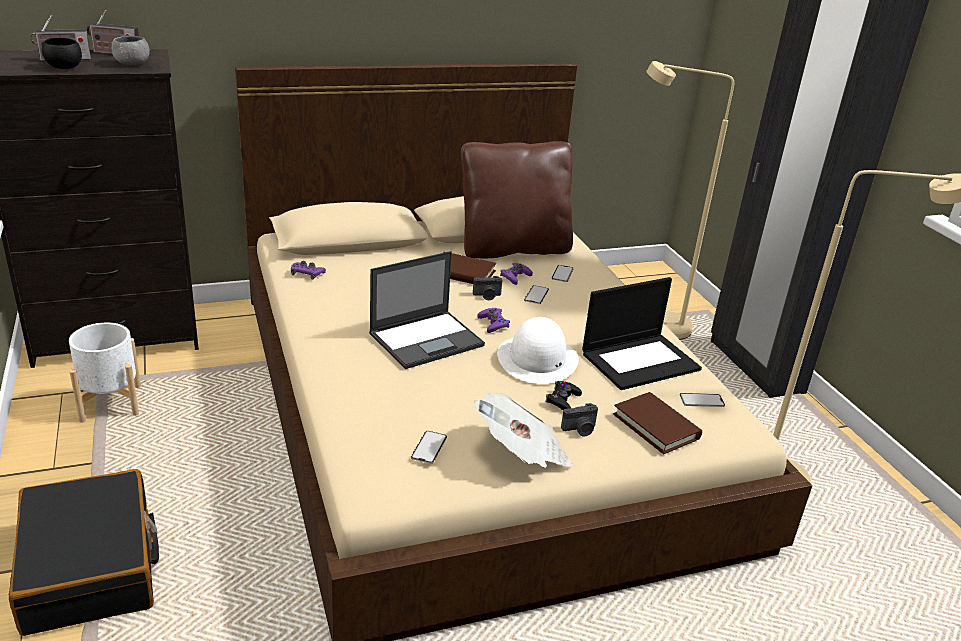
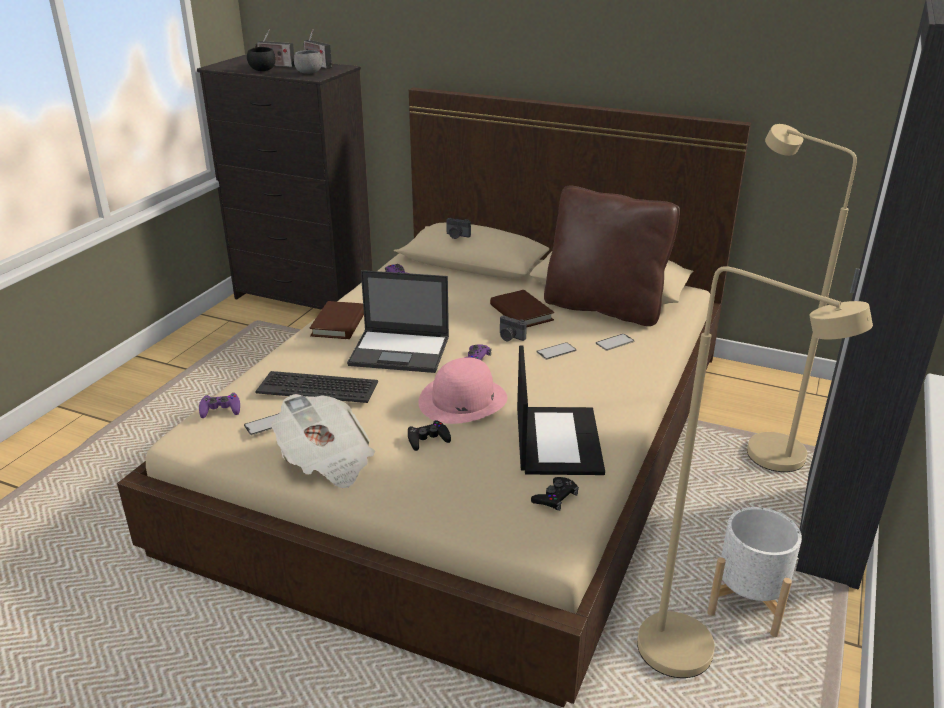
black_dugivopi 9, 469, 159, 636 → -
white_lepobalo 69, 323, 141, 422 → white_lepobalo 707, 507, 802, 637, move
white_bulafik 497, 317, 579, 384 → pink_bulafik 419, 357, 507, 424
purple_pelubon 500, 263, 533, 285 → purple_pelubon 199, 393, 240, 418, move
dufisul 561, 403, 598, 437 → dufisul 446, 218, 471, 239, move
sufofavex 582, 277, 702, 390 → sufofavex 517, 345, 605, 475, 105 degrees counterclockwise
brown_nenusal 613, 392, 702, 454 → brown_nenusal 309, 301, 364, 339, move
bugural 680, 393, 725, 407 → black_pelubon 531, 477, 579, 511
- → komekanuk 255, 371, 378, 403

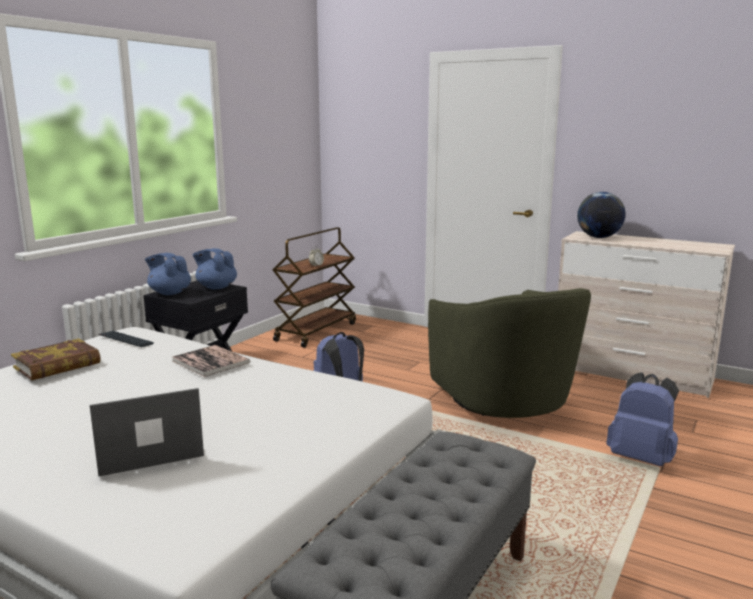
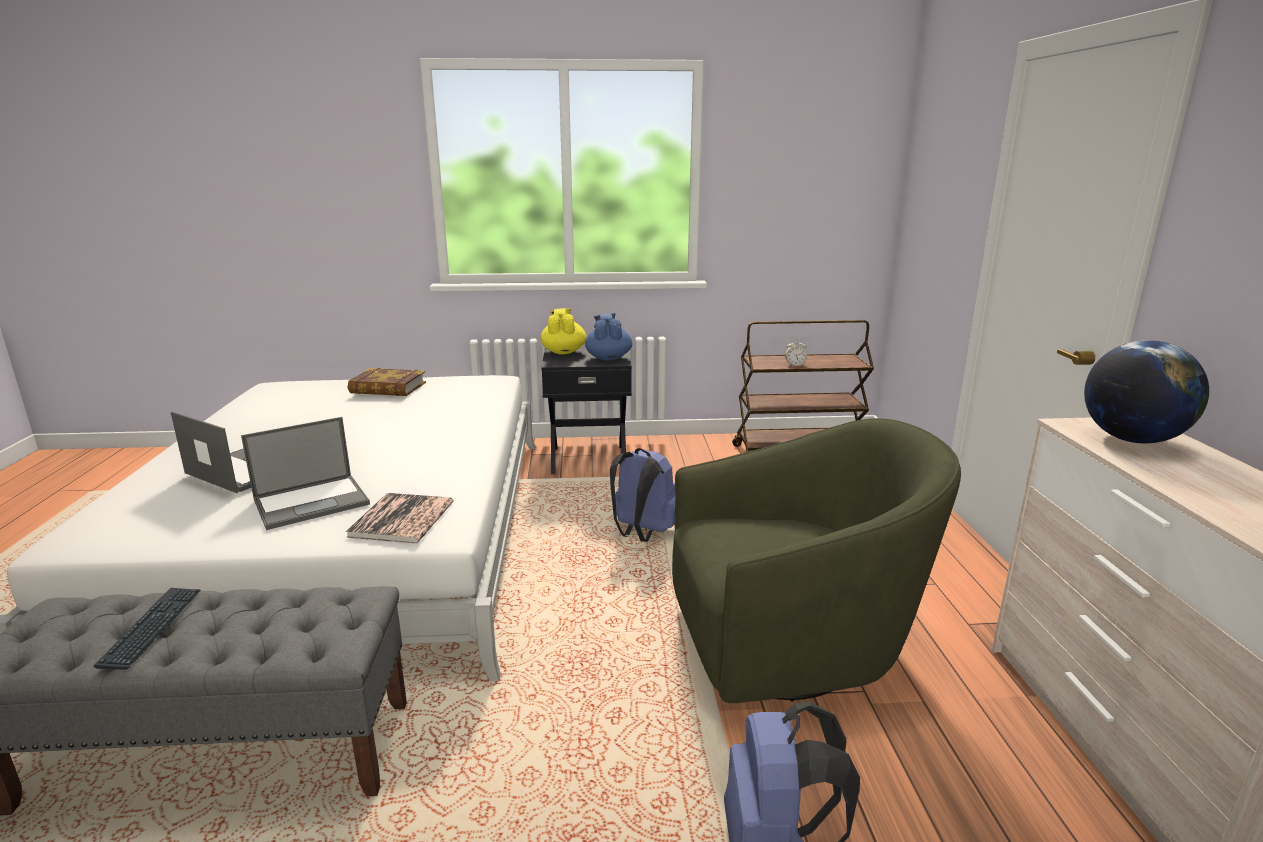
komekanuk 99, 331, 154, 347 → komekanuk 94, 588, 201, 670, move
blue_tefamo 145, 253, 191, 295 → yellow_tefamo 540, 308, 586, 354
nenusal 173, 345, 250, 377 → nenusal 345, 493, 454, 544, move
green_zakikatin 428, 288, 591, 418 → green_zakikatin 672, 418, 961, 703, 135 degrees counterclockwise
- → sufofavex 241, 417, 370, 530

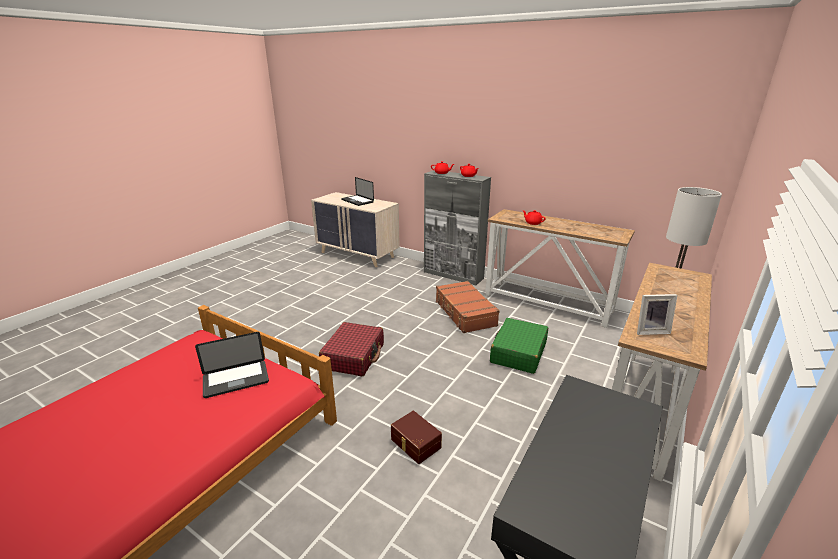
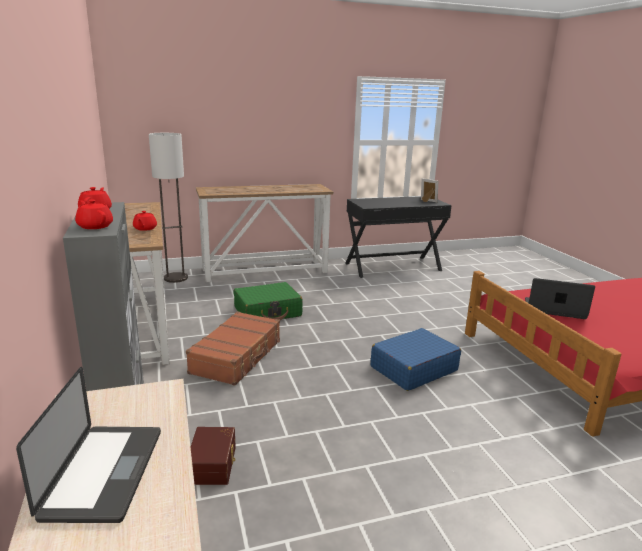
red_dugivopi 319, 322, 384, 376 → blue_dugivopi 371, 328, 461, 391
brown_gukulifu 391, 411, 442, 464 → brown_gukulifu 191, 427, 236, 485, move
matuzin 637, 294, 677, 335 → matuzin 421, 178, 438, 202, move

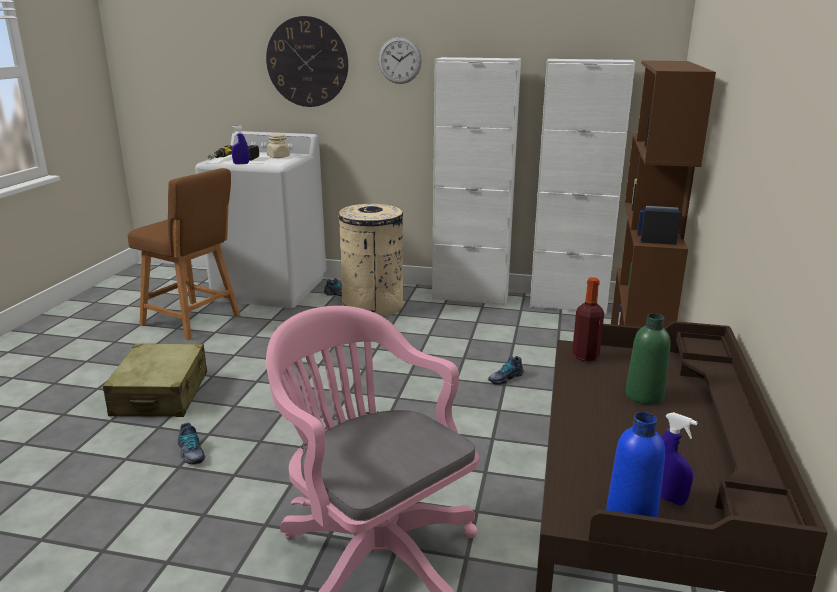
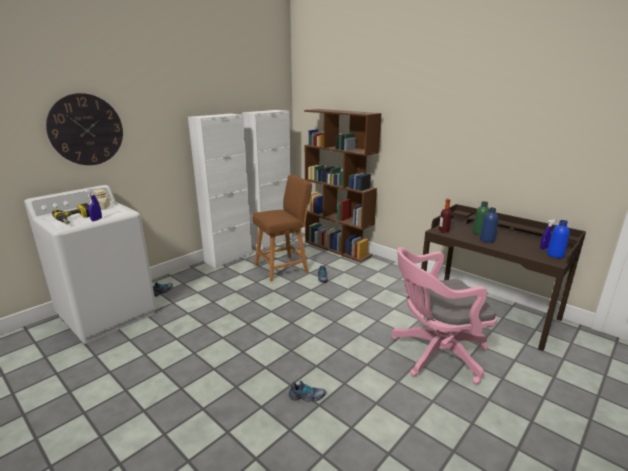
beige_dugivopi 103, 344, 207, 417 → -
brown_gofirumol 128, 168, 240, 340 → brown_gofirumol 252, 175, 312, 282, move
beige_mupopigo 338, 204, 403, 317 → -
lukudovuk 378, 37, 422, 84 → -
- → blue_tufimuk 480, 207, 498, 243

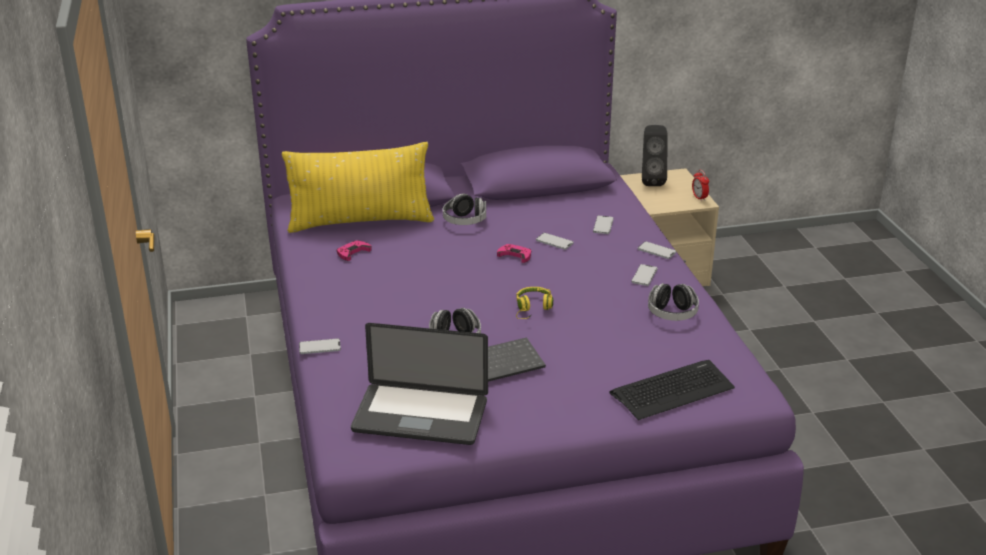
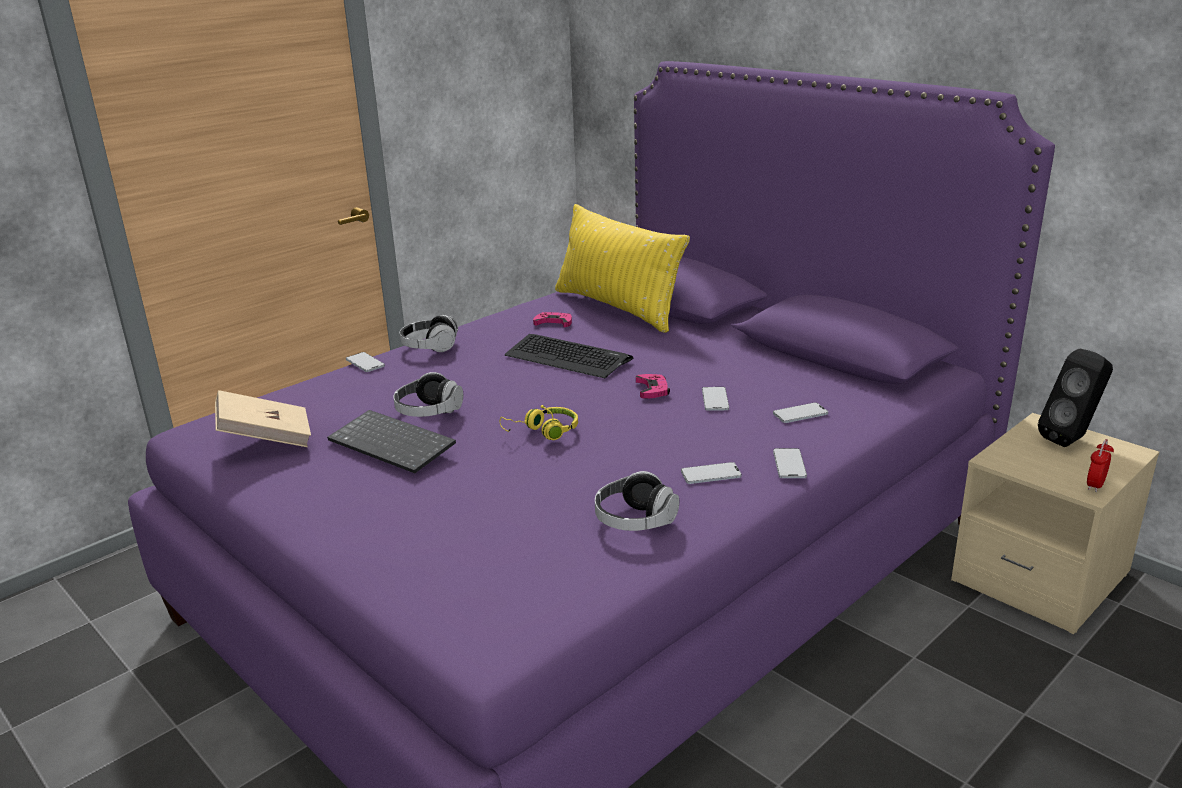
sufofavex 351, 323, 488, 445 → beige_nenusal 215, 390, 311, 447
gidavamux 443, 194, 486, 225 → gidavamux 400, 315, 458, 352, move
komekanuk 610, 360, 735, 420 → komekanuk 504, 334, 633, 379, move

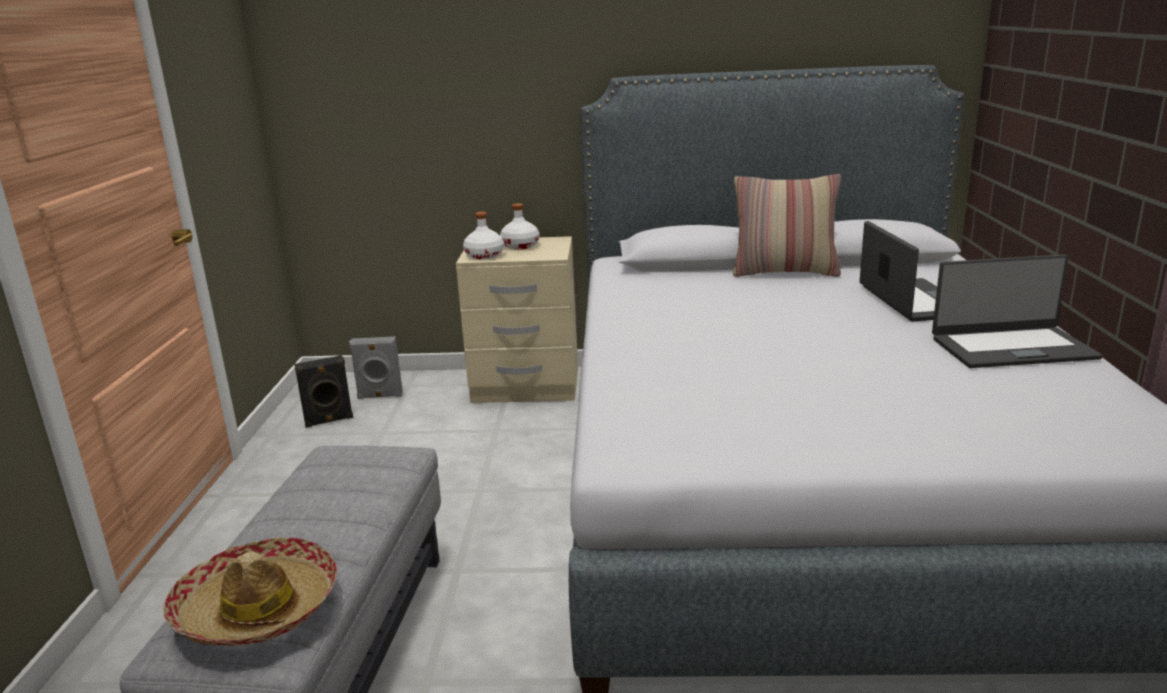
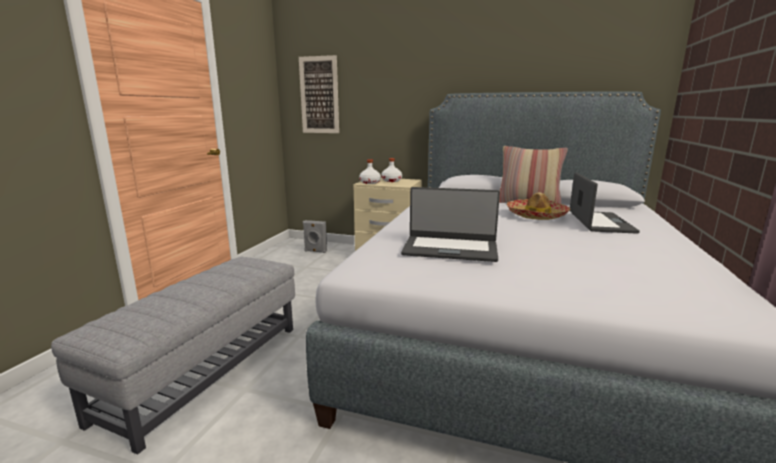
bulafik 163, 537, 337, 646 → bulafik 507, 192, 570, 220, move
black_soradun 294, 355, 353, 428 → -
sufofavex 932, 254, 1103, 368 → sufofavex 401, 187, 500, 262, move
- → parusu 299, 55, 339, 133

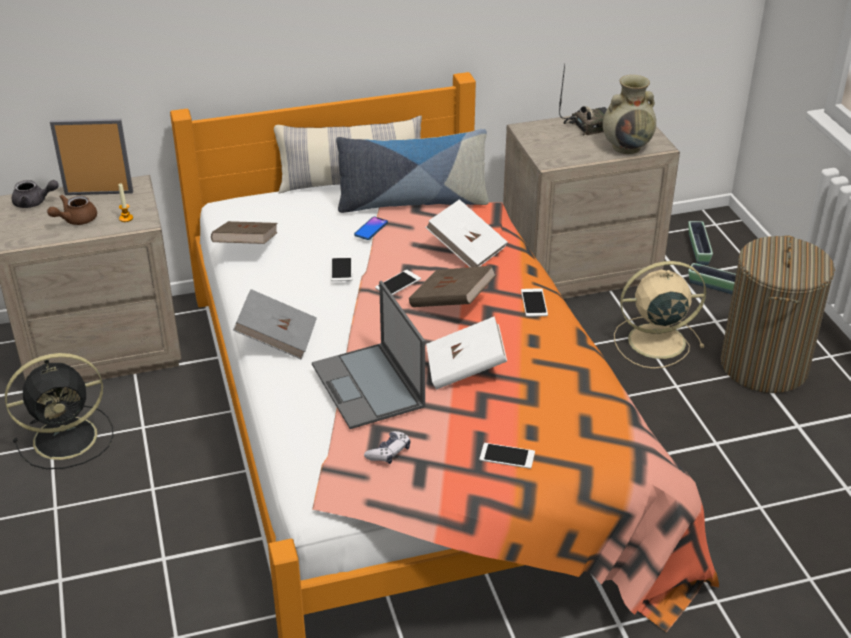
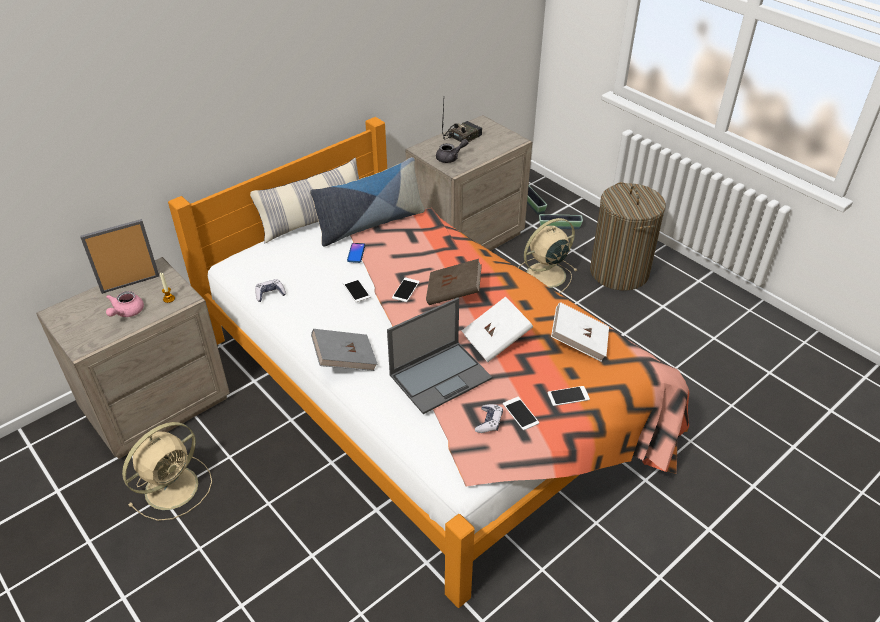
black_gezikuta 5, 353, 113, 469 → beige_gezikuta 122, 422, 212, 521
grey_tefamo 12, 180, 59, 208 → grey_tefamo 436, 139, 468, 163, move
brown_tefamo 47, 195, 97, 225 → pink_tefamo 106, 291, 144, 317
brown_nenusal 211, 221, 277, 244 → pelubon 255, 279, 286, 302
sufofavex 312, 281, 425, 429 → sufofavex 387, 297, 492, 414, 75 degrees counterclockwise
white_nenusal 425, 199, 508, 267 → white_nenusal 551, 302, 609, 362, move
bugural 521, 288, 548, 317 → bugural 503, 397, 539, 430, move
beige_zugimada 603, 75, 656, 154 → -

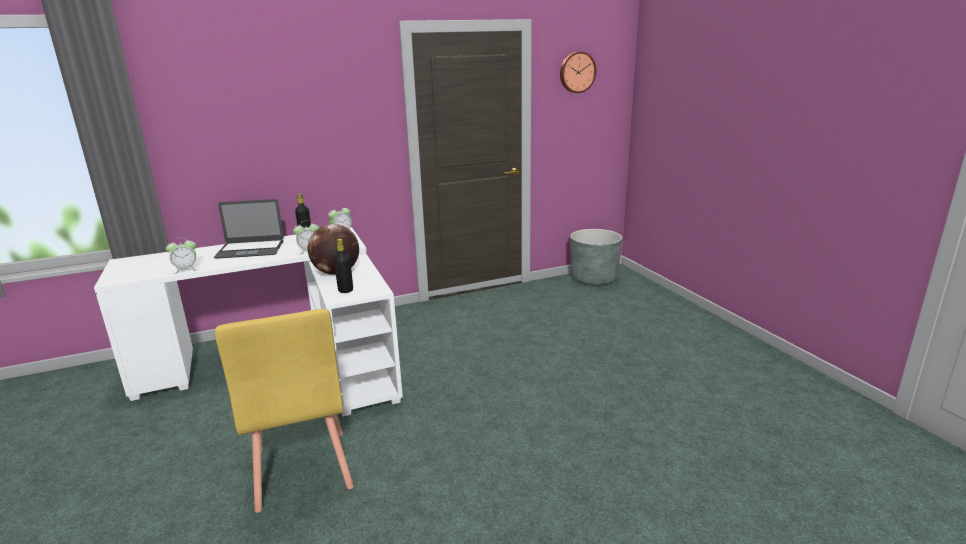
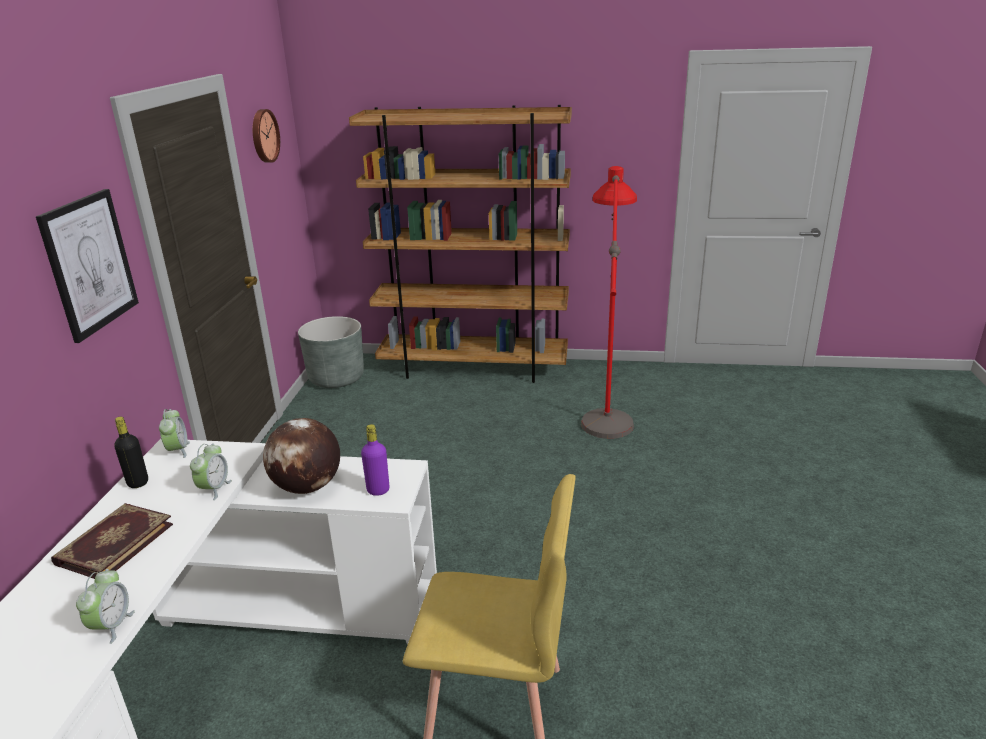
sufofavex 214, 199, 284, 259 → nenusal 51, 503, 173, 579
black_tufimuk 334, 239, 353, 293 → purple_tufimuk 361, 424, 389, 496
- → parusu 36, 189, 139, 343
- → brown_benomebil 349, 105, 572, 383
- → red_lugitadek 581, 166, 637, 439

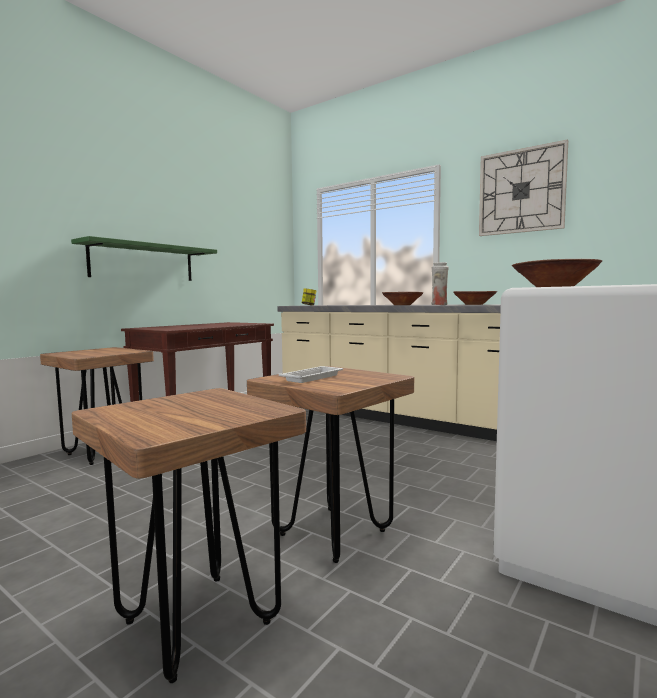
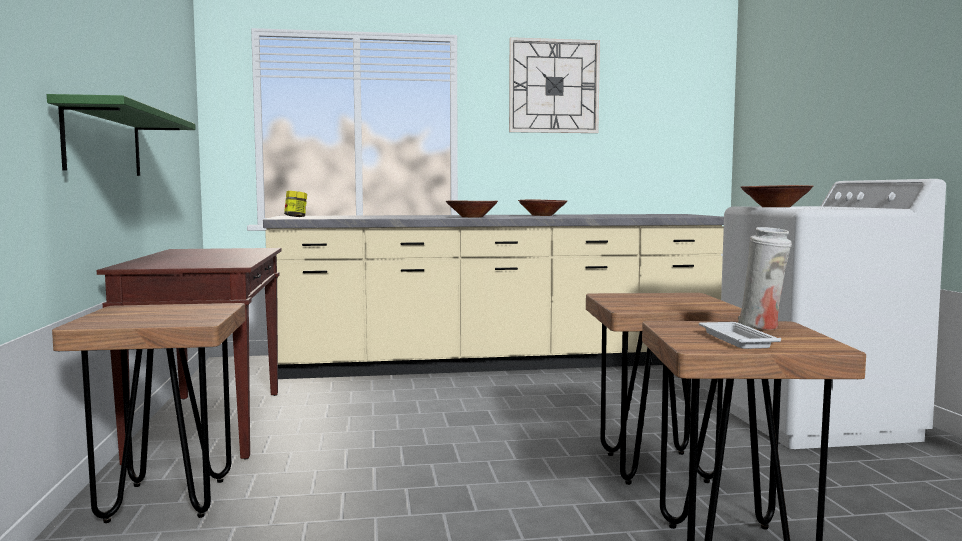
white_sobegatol 279, 366, 343, 383 → white_sobegatol 699, 322, 781, 349, move
white_zugimada 431, 262, 449, 305 → white_zugimada 738, 227, 792, 330, move

